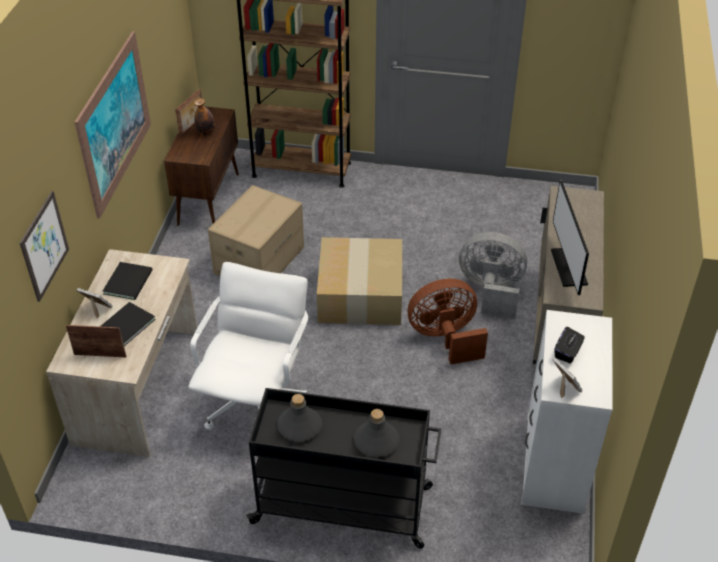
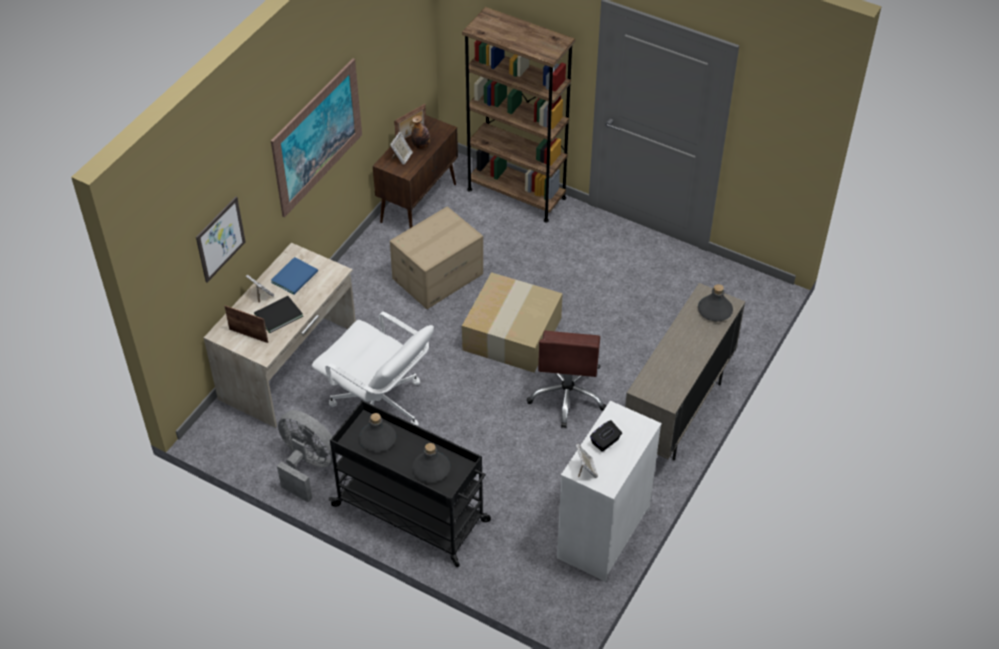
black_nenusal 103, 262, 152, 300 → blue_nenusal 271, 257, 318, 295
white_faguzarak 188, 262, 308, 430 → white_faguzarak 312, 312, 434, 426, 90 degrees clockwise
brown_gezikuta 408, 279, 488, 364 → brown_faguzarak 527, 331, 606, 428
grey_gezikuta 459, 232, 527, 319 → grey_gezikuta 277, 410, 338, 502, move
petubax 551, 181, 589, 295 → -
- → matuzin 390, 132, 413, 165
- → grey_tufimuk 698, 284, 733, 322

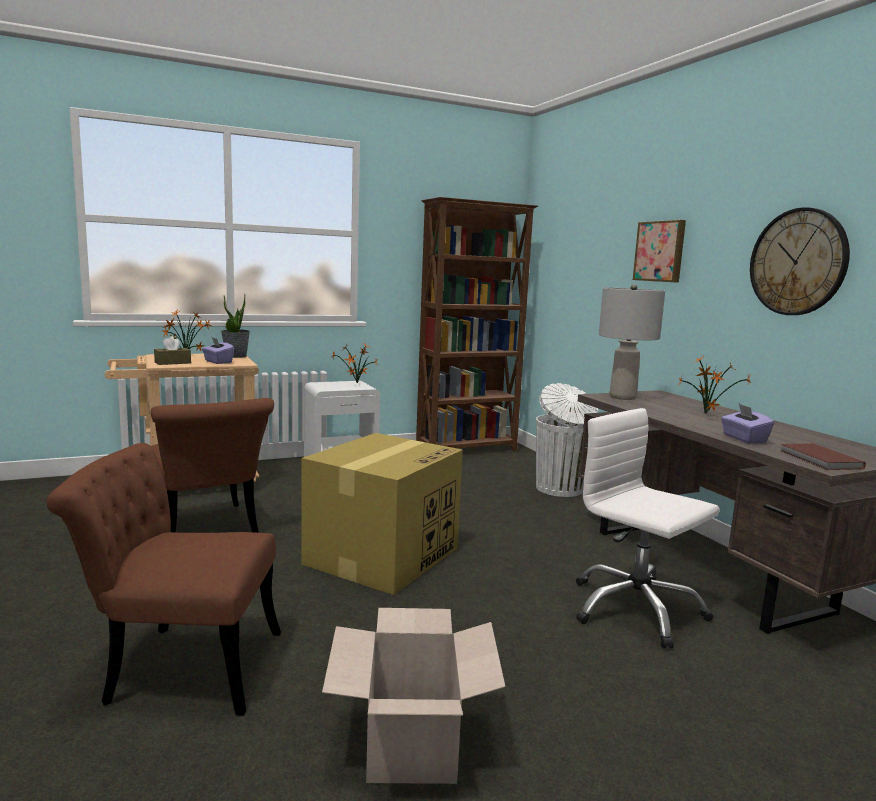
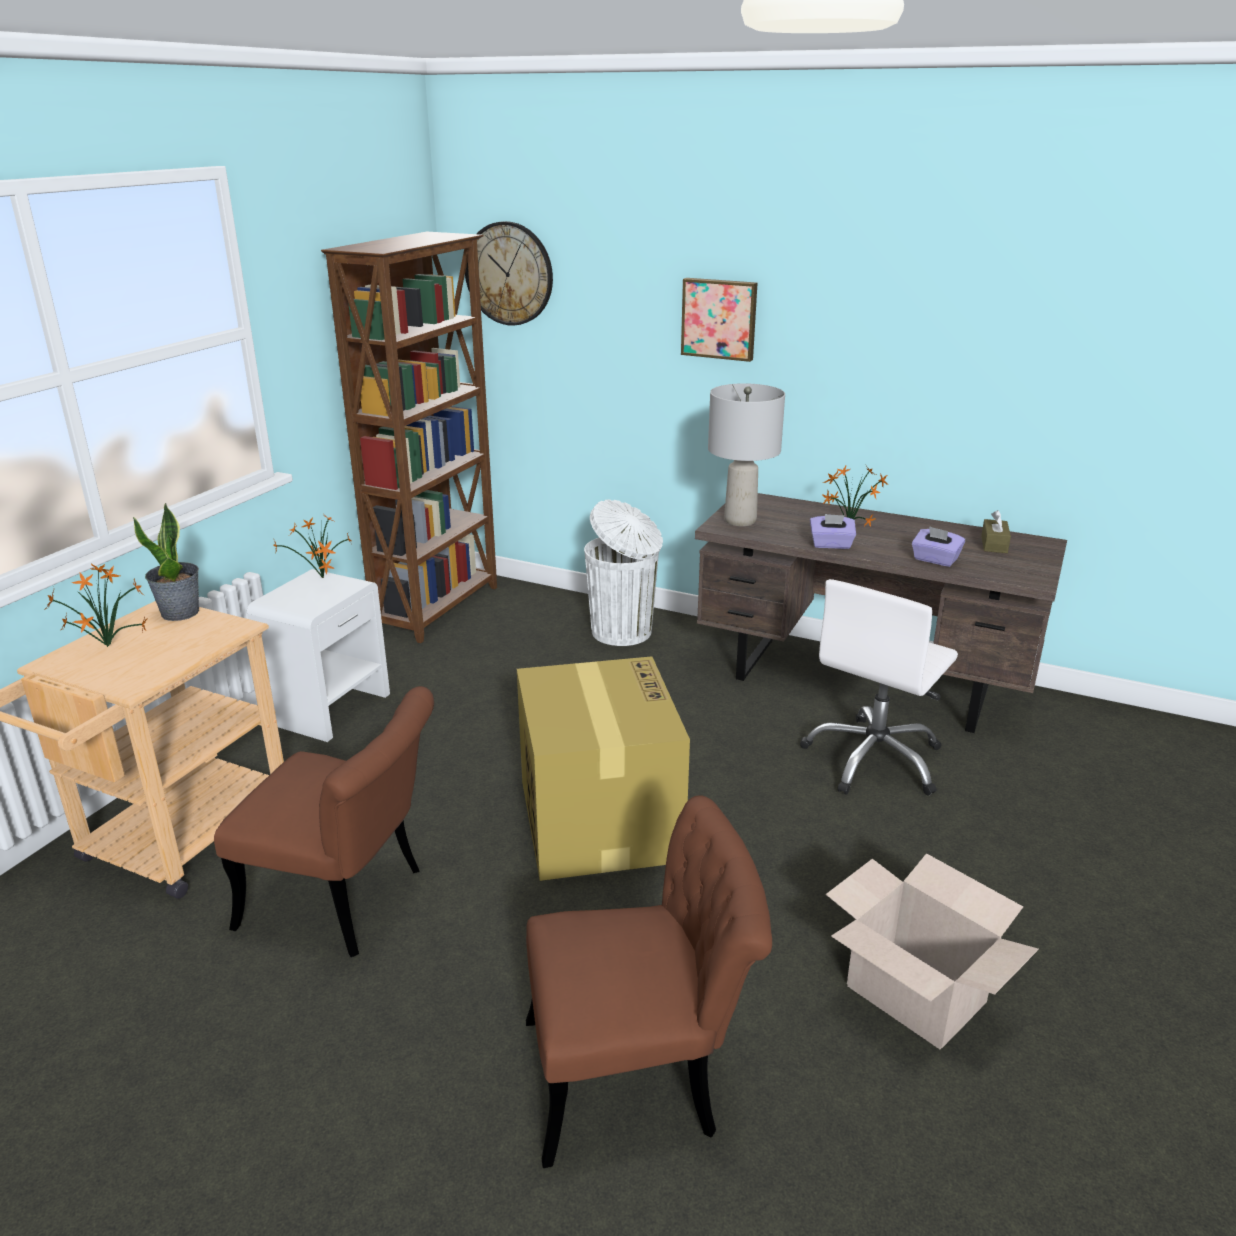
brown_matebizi 47, 443, 281, 716 → brown_matebizi 526, 795, 772, 1168, 150 degrees counterclockwise
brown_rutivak 154, 336, 191, 365 → brown_rutivak 981, 510, 1011, 553, move
purple_rutivak 202, 337, 234, 364 → purple_rutivak 810, 514, 856, 549, move
white_faguzarak 576, 408, 720, 649 → white_faguzarak 800, 579, 958, 795, 60 degrees counterclockwise
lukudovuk 750, 207, 850, 315 → lukudovuk 465, 221, 553, 326, move
brown_nenusal 781, 444, 866, 470 → -

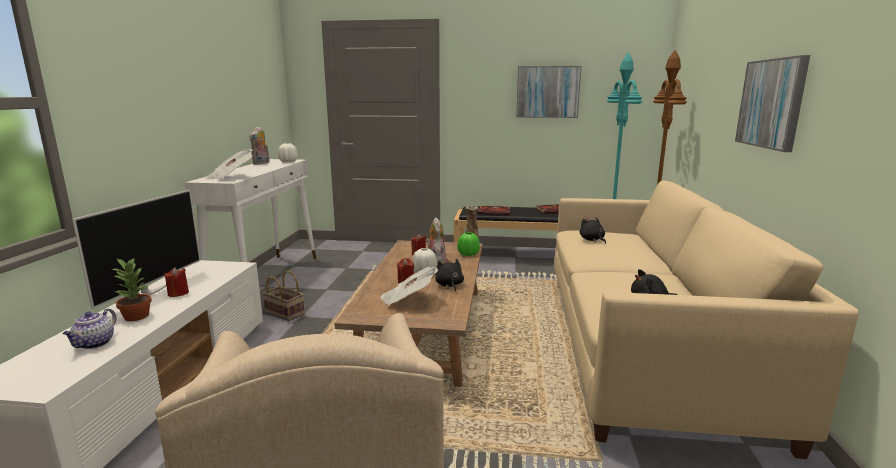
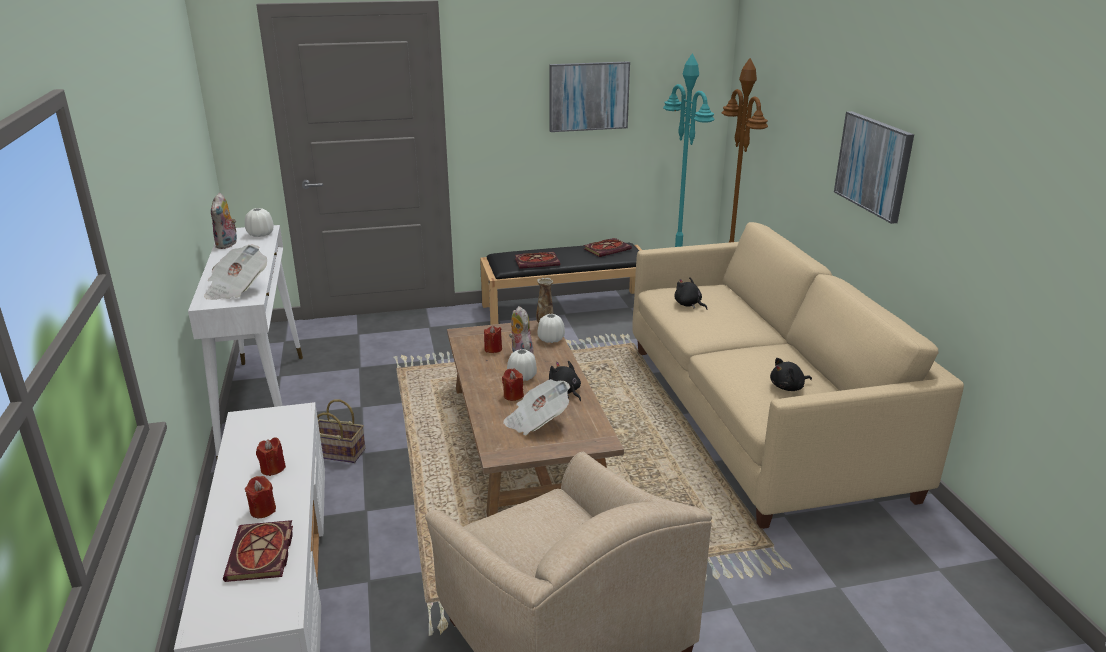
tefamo 63, 308, 116, 349 → nenusal 223, 520, 293, 582
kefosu 72, 190, 201, 309 → -
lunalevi 110, 258, 152, 321 → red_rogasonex 245, 476, 276, 518
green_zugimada 457, 232, 480, 256 → white_zugimada 538, 314, 565, 343

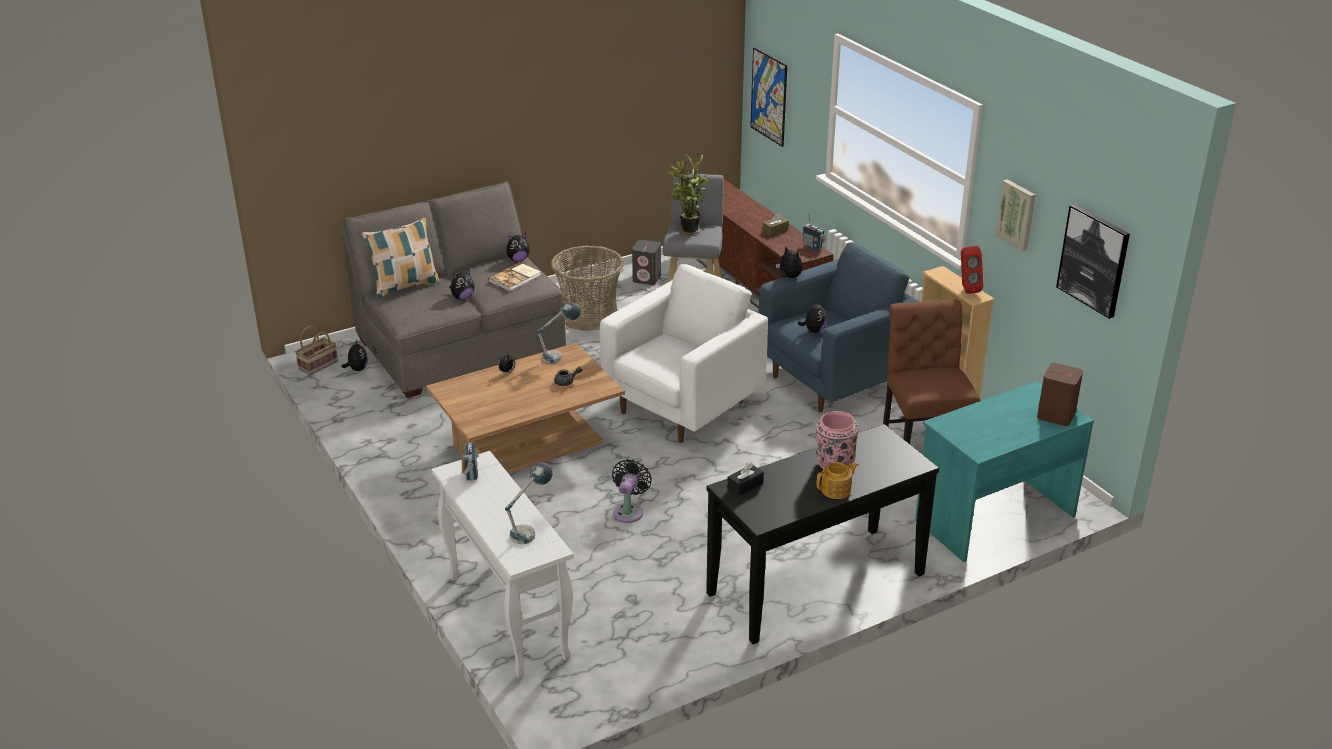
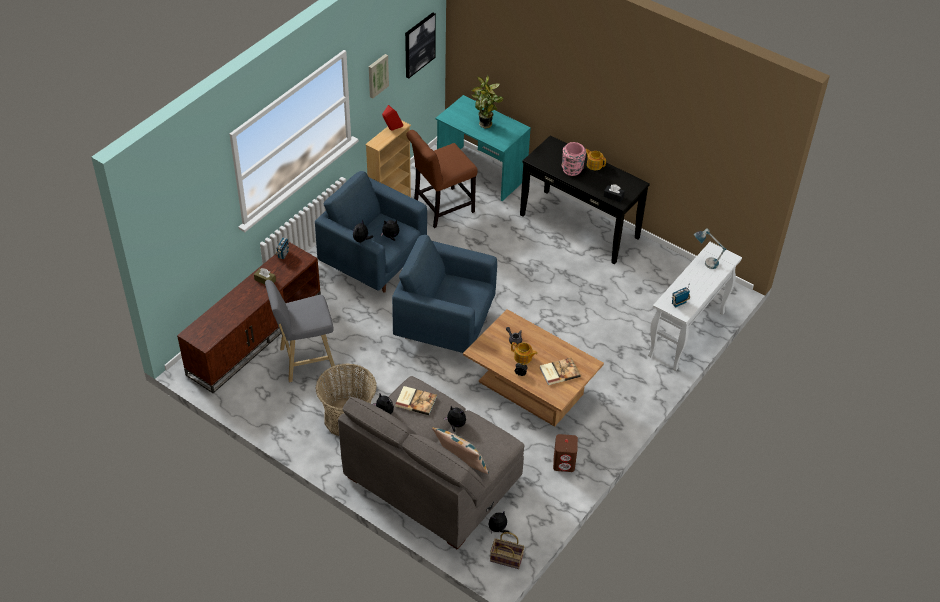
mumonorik 537, 303, 581, 363 → -
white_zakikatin 600, 264, 768, 443 → blue_zakikatin 392, 235, 497, 353
black_gezikuta 612, 459, 652, 523 → -
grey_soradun 632, 240, 661, 285 → -
lunalevi 668, 154, 708, 235 → lunalevi 472, 74, 503, 129, move
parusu 750, 48, 787, 147 → -
brown_soradun 1037, 363, 1083, 426 → brown_soradun 553, 434, 578, 472, move
- → tefamo 511, 342, 537, 365
- → nenusal 540, 358, 581, 385

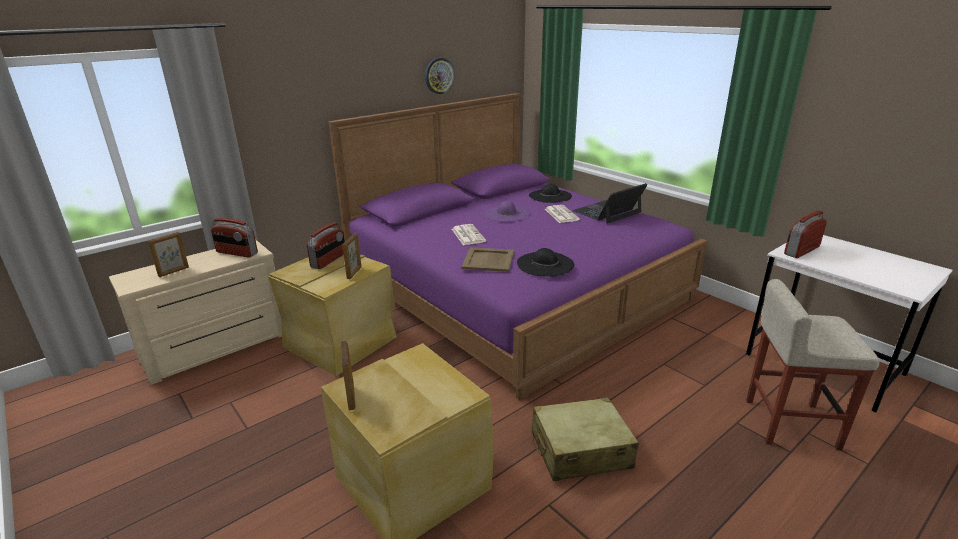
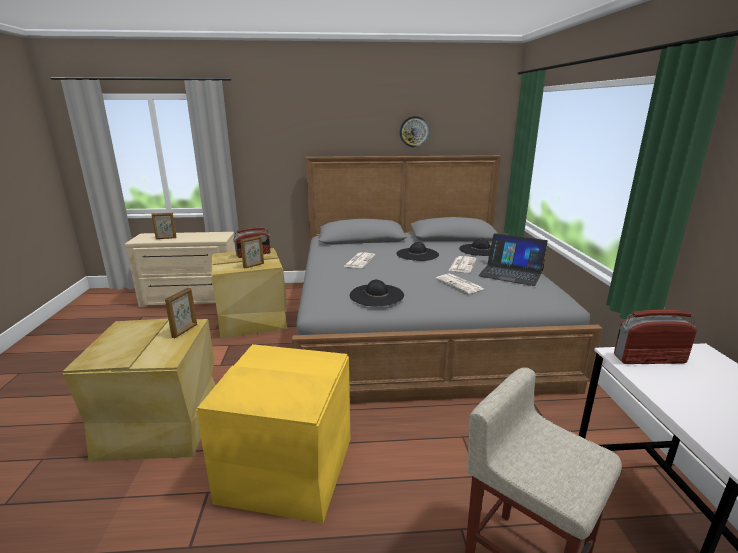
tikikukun 211, 218, 258, 258 → -
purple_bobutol 328, 93, 707, 401 → grey_bobutol 292, 155, 603, 404
matuzin 341, 340, 355, 410 → matuzin 165, 288, 197, 338, move
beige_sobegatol 461, 247, 514, 272 → -
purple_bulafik 484, 201, 530, 222 → black_bulafik 396, 242, 439, 261
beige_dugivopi 532, 397, 639, 481 → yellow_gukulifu 196, 344, 350, 523
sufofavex 573, 183, 647, 224 → sufofavex 478, 233, 548, 286, 150 degrees counterclockwise
- → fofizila 436, 274, 484, 294

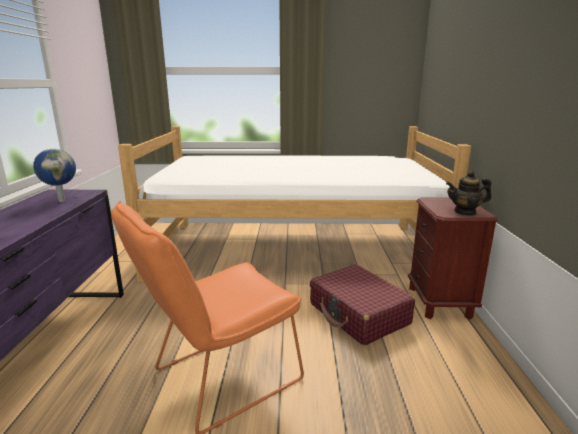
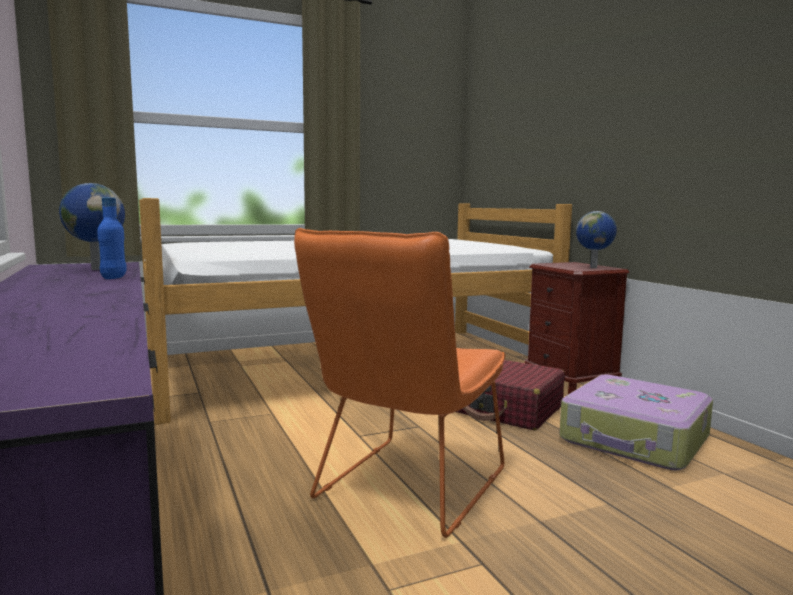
tefamo 446, 171, 491, 216 → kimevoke 576, 211, 617, 268
- → blue_tufimuk 97, 197, 126, 279
- → dugivopi 559, 375, 713, 470

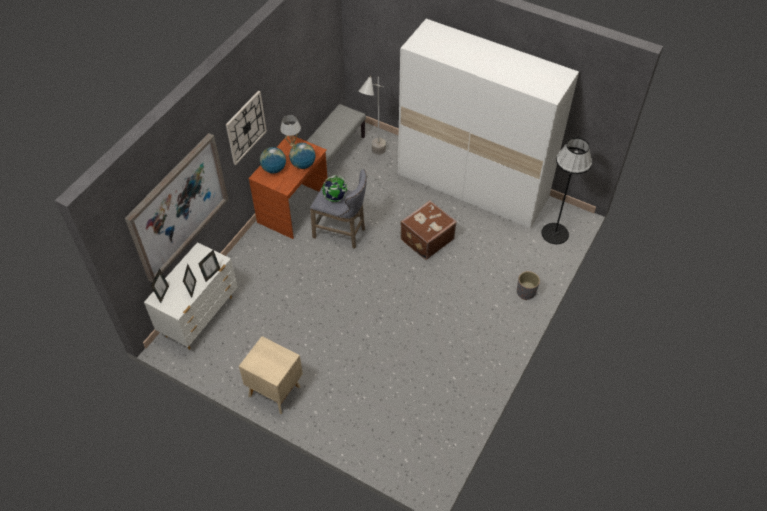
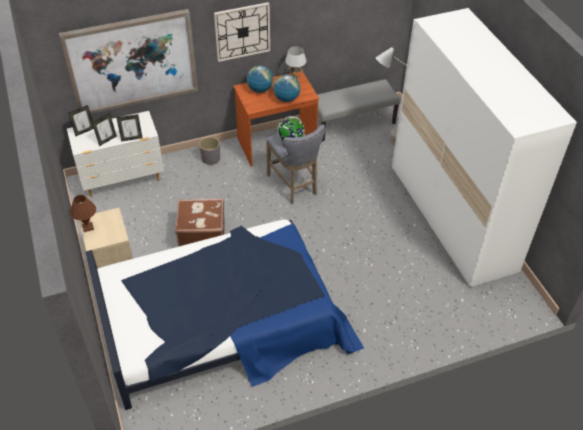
brown_dugivopi 400, 200, 457, 260 → brown_dugivopi 175, 198, 225, 247, move
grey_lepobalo 517, 271, 540, 300 → grey_lepobalo 199, 137, 220, 165, move
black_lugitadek 541, 137, 592, 244 → -
- → brown_mumonorik 70, 195, 96, 232
- → bobutol 86, 219, 364, 410

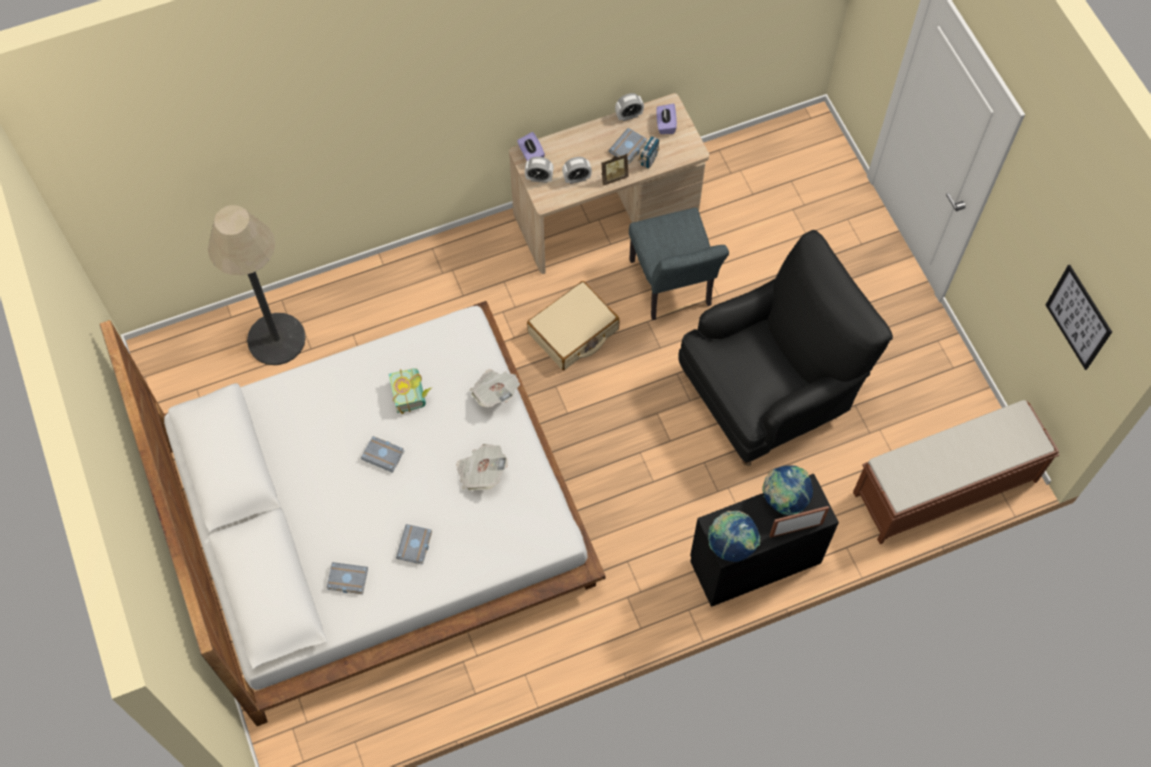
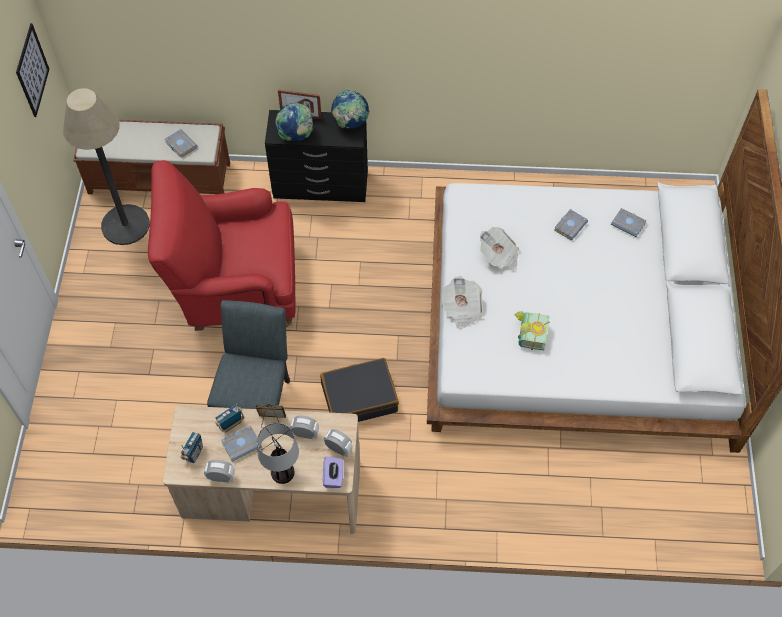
lugitadek 208, 205, 306, 365 → lugitadek 63, 88, 150, 245, move
grey_nenusal 361, 436, 404, 473 → grey_nenusal 165, 129, 197, 158, move
beige_dugivopi 527, 281, 620, 370 → black_dugivopi 320, 358, 399, 422
purple_rutivak 656, 104, 677, 134 → tikikukun 180, 432, 203, 463
black_zakikatin 678, 230, 893, 466 → red_zakikatin 148, 160, 296, 331
- → mumonorik 257, 423, 299, 484

